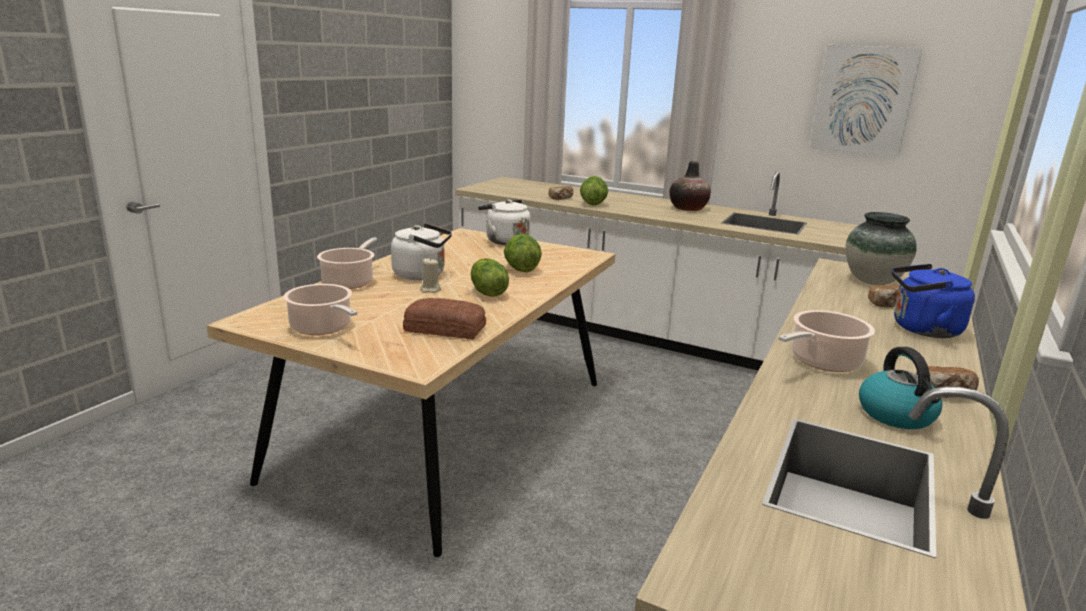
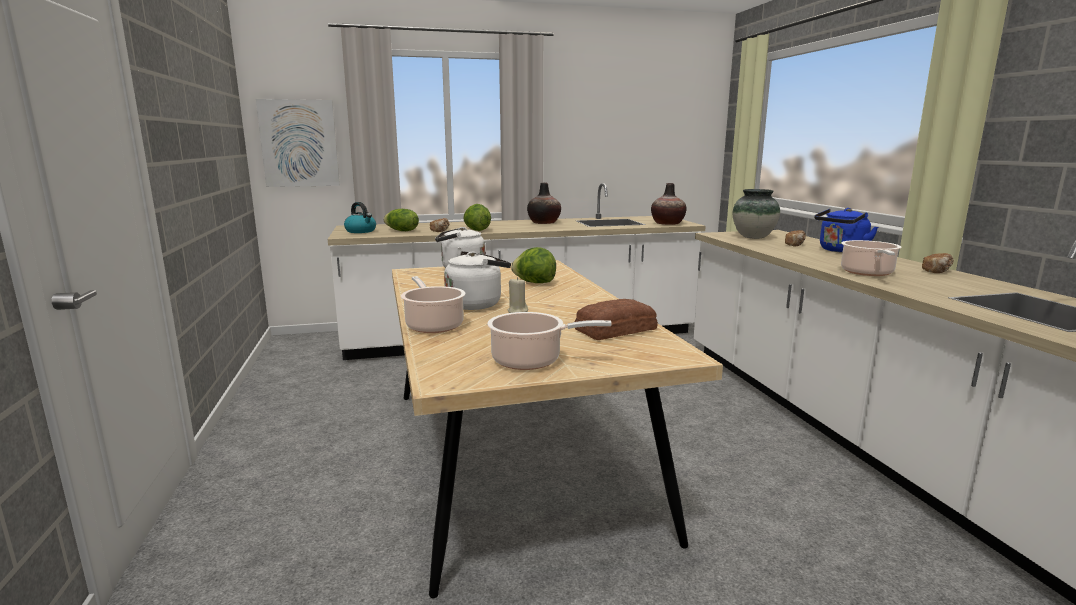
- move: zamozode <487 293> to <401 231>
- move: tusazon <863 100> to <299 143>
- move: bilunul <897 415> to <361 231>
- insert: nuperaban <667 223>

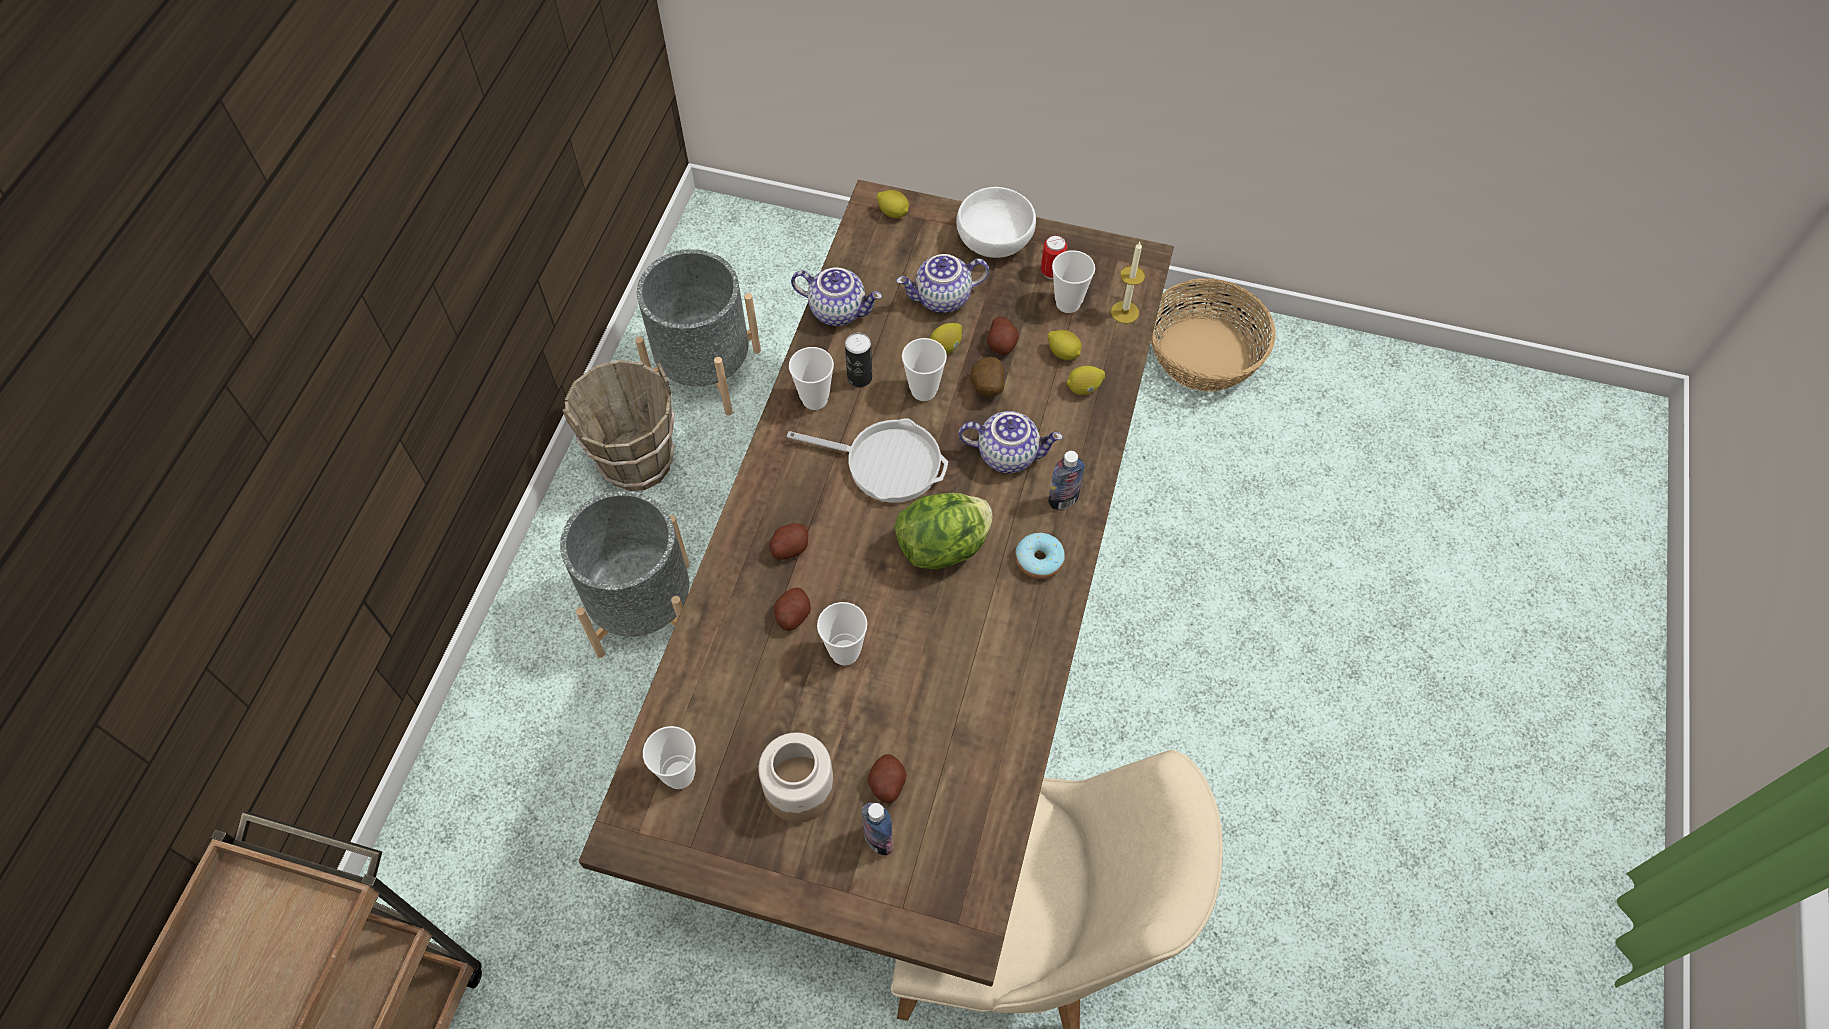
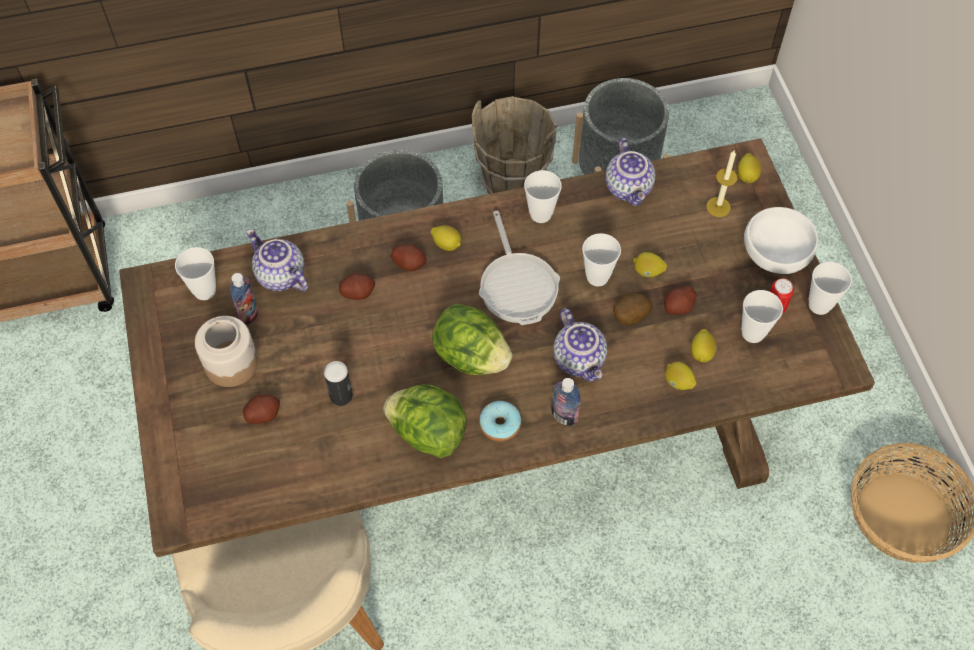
- move: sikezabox <845 652> to <819 305>
- move: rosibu <859 377> to <341 396>
- move: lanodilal <878 840> to <249 314>
- move: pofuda <942 299> to <279 276>
- move: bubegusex <1124 312> to <718 207>
- insert: zamozode <427 432>
- insert: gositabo <447 244>

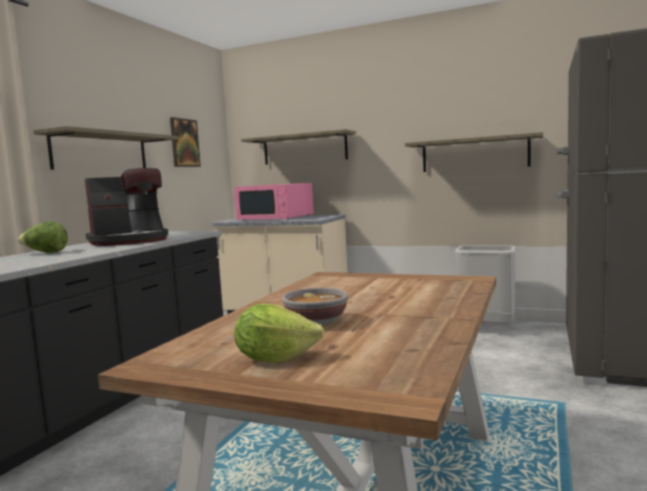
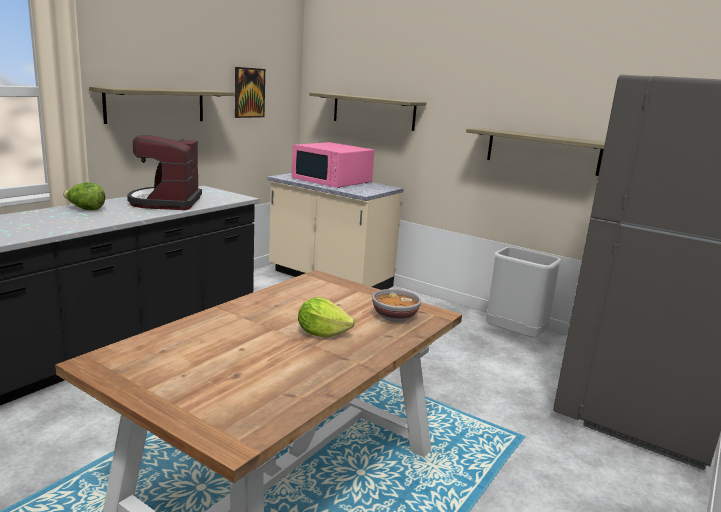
- rotate: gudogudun <130 241> = <166 202> 105 degrees clockwise
- move: zamozode <275 358> to <322 333>
- move: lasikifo <316 322> to <394 317>

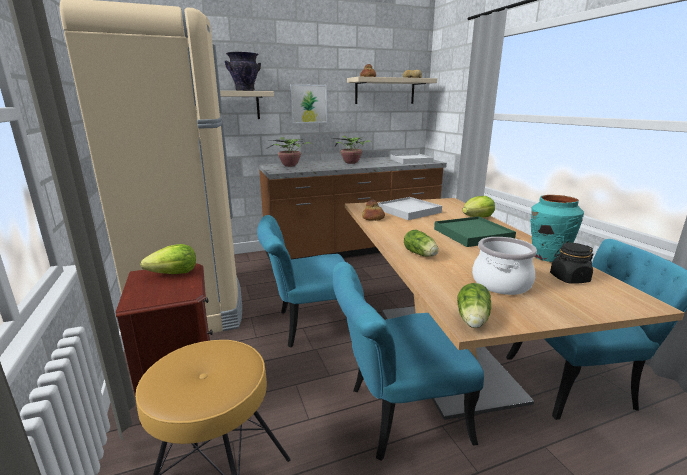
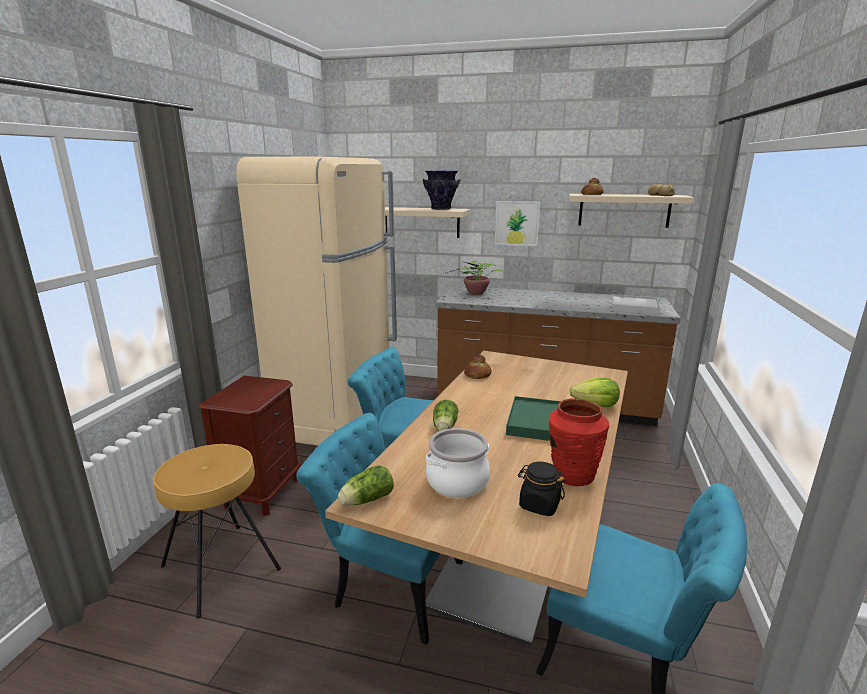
- delete: zamozode <174 273>
- delete: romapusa <350 163>
- delete: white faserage <408 211>
- recolor: turquoise nuperaban <548 257> to red nuperaban <573 475>

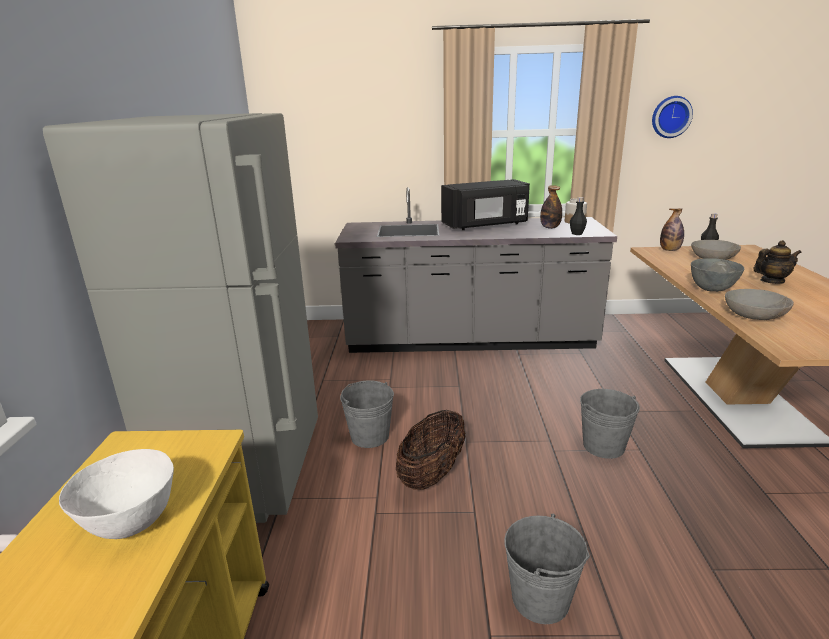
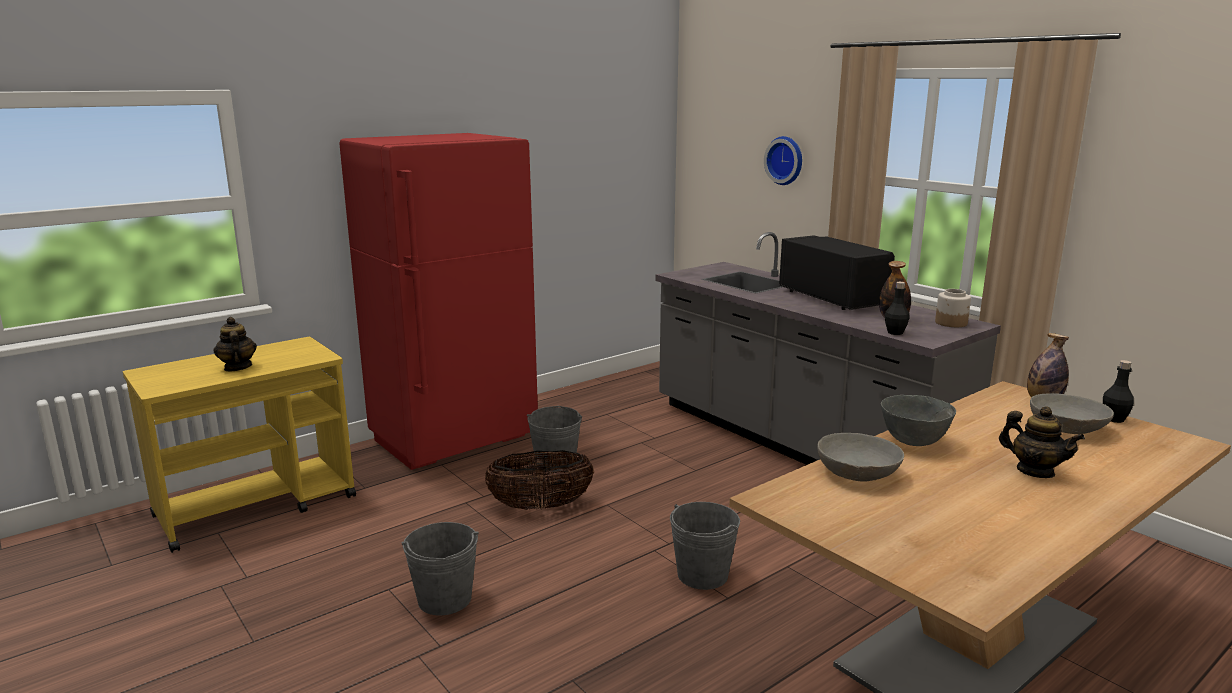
- recolor: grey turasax <248 471> to red turasax <455 441>
- replace: white lasikifo <132 523> to pofuda <237 367>
- rotate: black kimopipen <485 225> = <833 298> 150 degrees counterclockwise
- move: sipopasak <670 117> to <786 160>

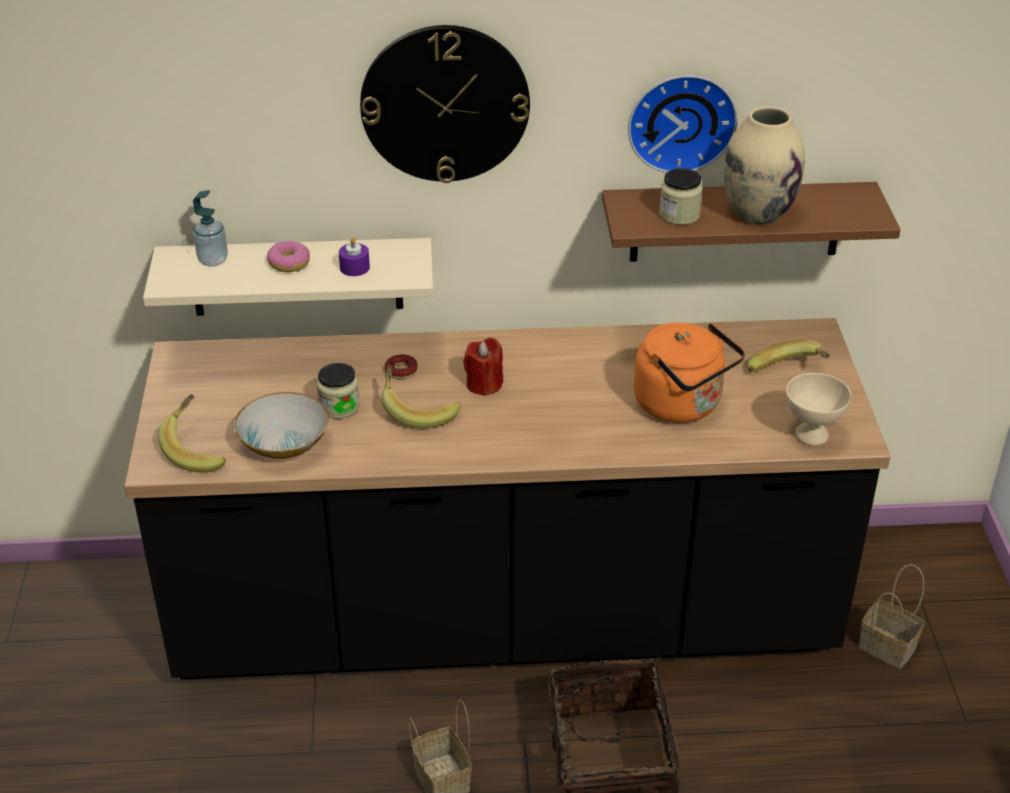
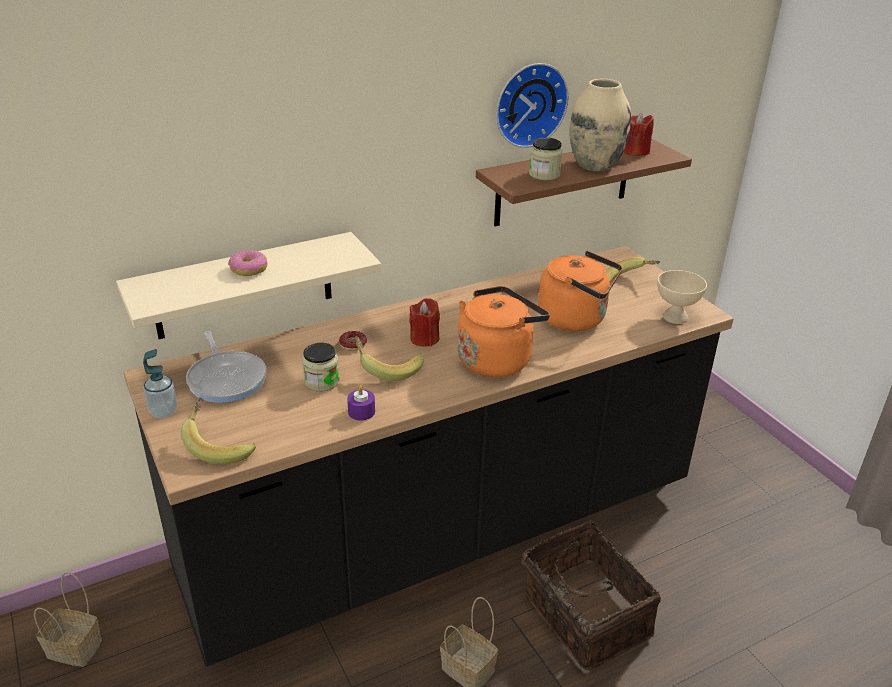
- move: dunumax <213 260> to <164 412>
- delete: lasikifo <283 443>
- move: purple bubegusex <354 267> to <361 411>
- delete: sipopasak <445 104>
- move: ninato <889 647> to <76 648>
- insert: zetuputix <227 378>
- insert: orange bilunul <497 359>
- insert: red bubegusex <635 152>

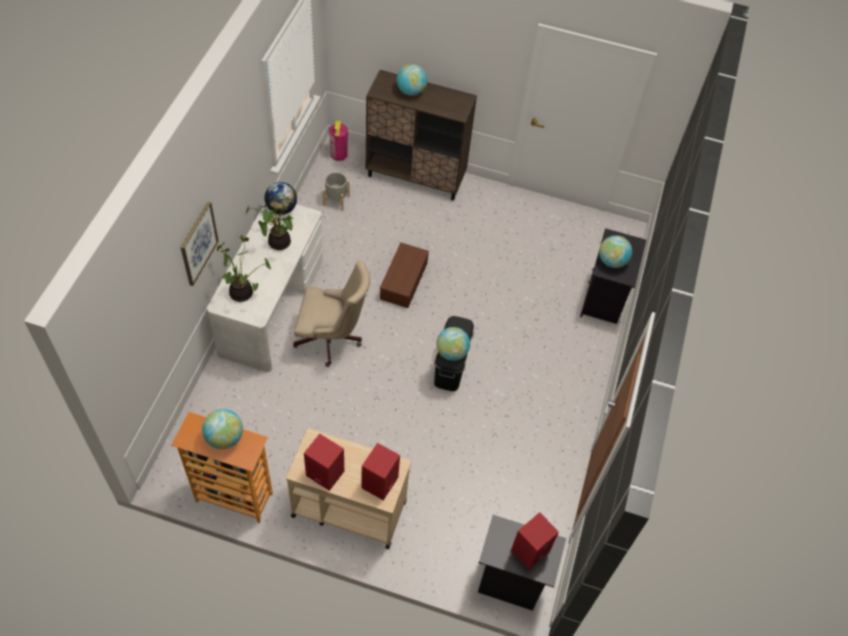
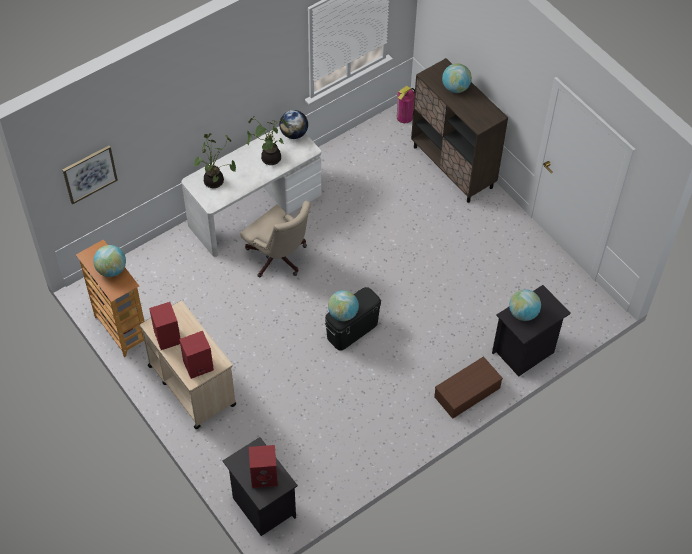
- move: tusazon <198 243> to <89 174>
- delete: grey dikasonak <336 200>
- move: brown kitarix <404 282> to <466 393>

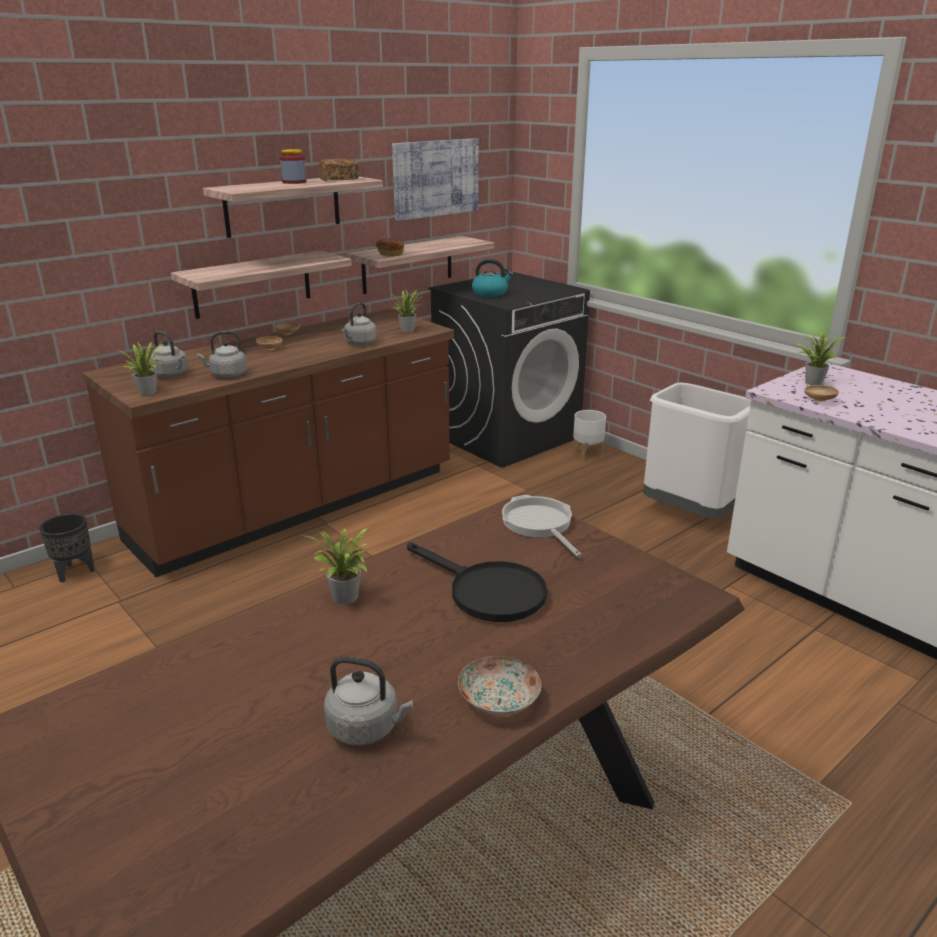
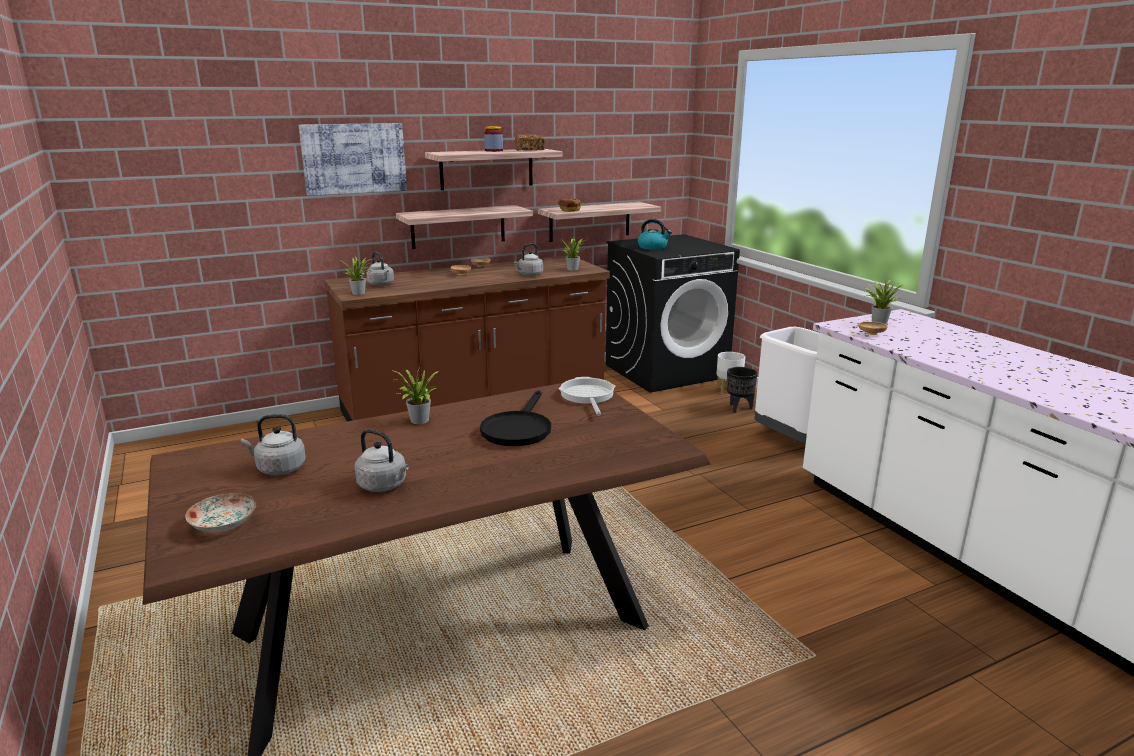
- move: black dikasonak <75 572> to <739 408>
- move: grey bilunul <227 375> to <278 469>
- move: tusazon <435 178> to <354 158>
- rotate: black zetuputix <486 592> = <518 428> 45 degrees clockwise
- move: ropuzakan <500 699> to <224 524>

